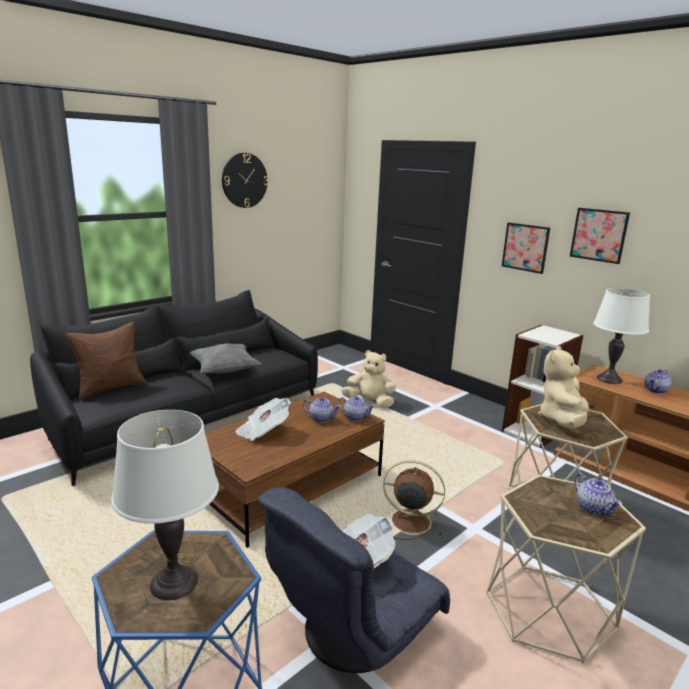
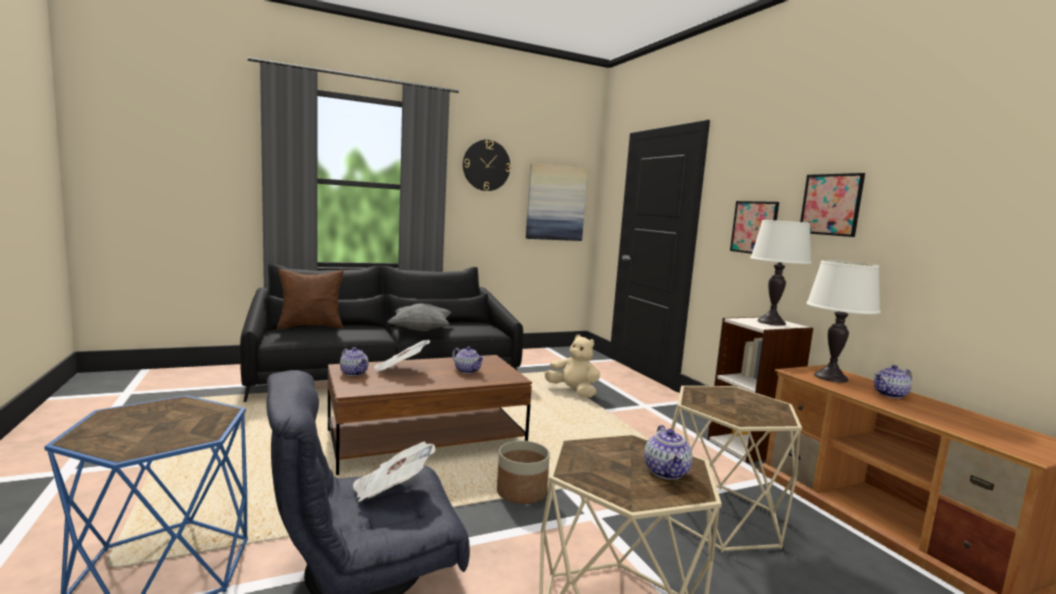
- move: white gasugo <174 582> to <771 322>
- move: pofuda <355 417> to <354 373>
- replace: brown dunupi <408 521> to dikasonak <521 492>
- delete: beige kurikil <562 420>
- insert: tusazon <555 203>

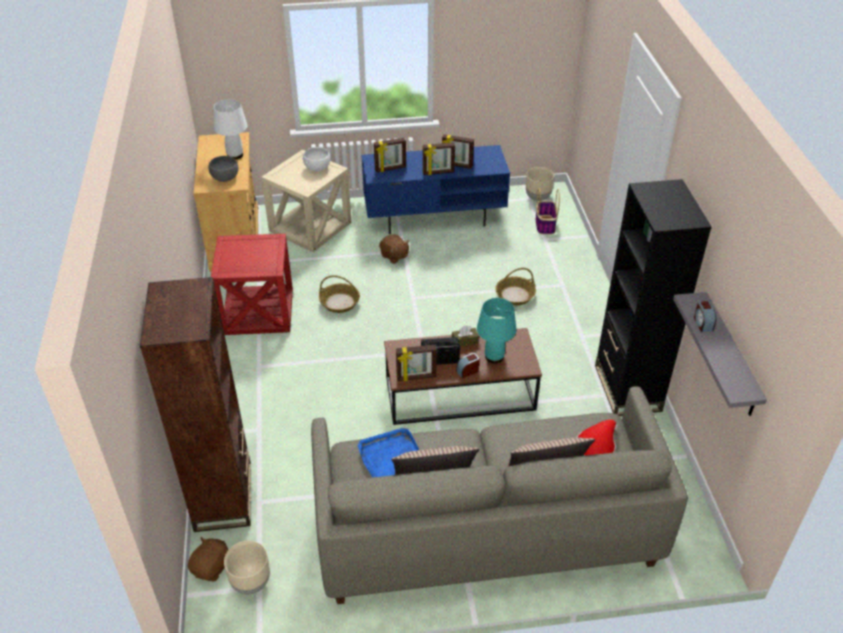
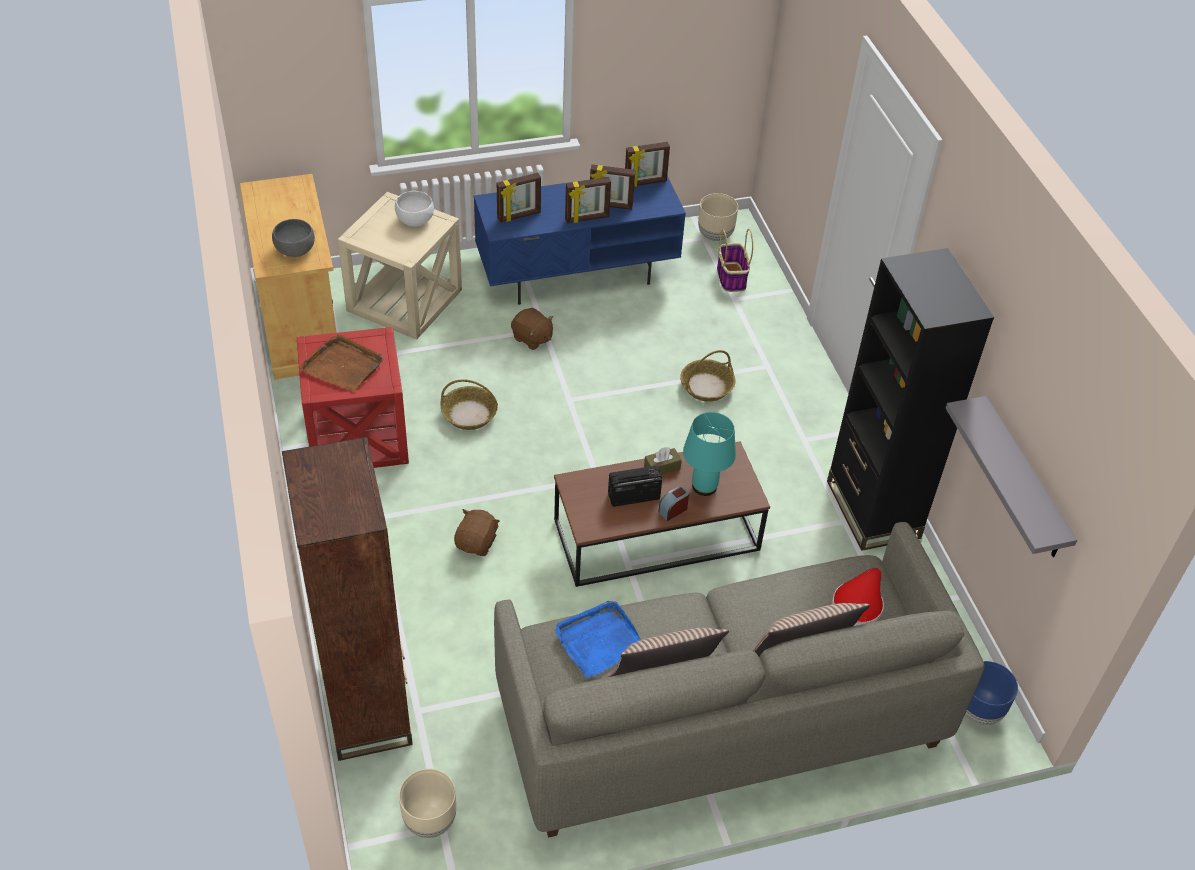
- move: brown kurikil <212 567> to <477 543>
- delete: white gasugo <234 155>
- move: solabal <416 377> to <645 183>
- delete: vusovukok <702 323>
- insert: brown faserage <343 366>
- insert: blue dikasonak <979 710>

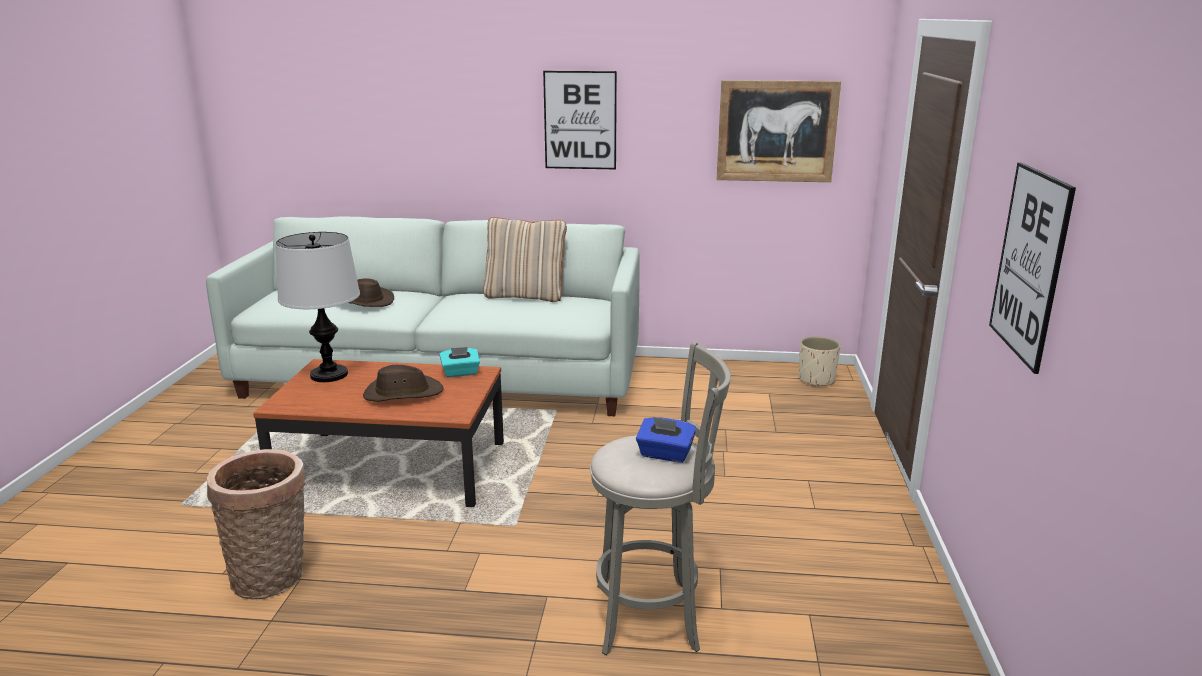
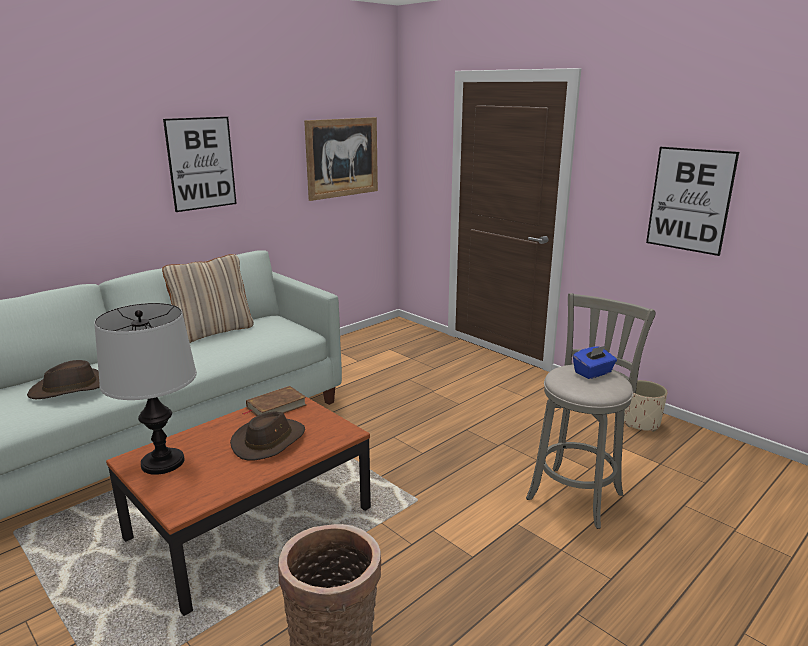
- replace: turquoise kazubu <460 373> to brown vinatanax <276 406>
- move: beige dikasonak <817 380> to <641 423>

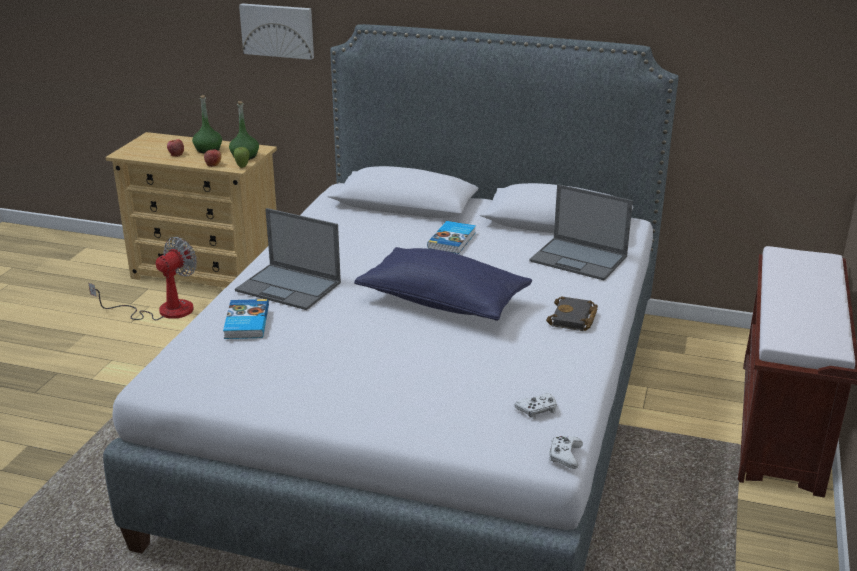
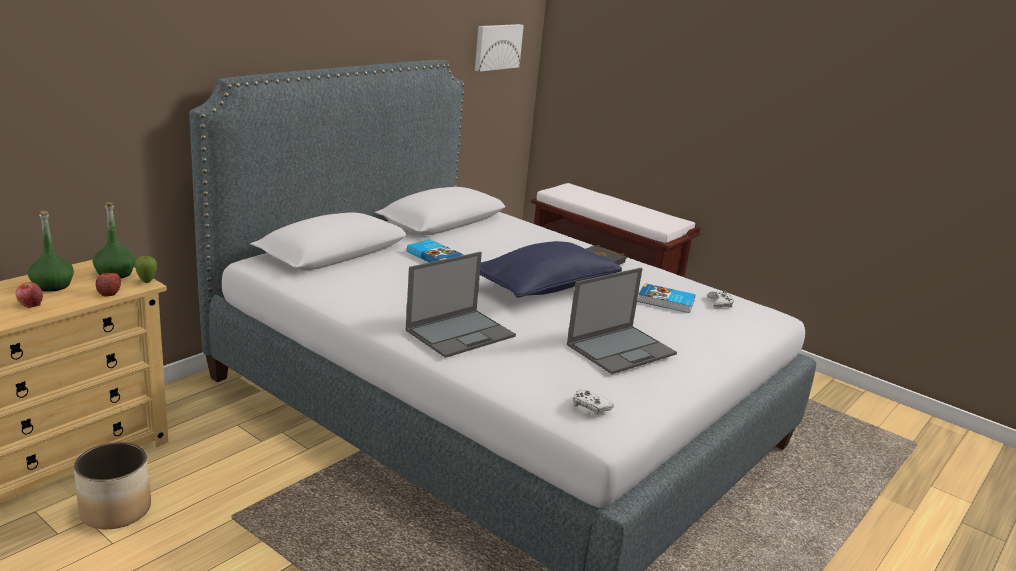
- replace: dunupi <163 310> to dikasonak <115 511>
- move: vinatanax <245 322> to <666 301>
- move: tusazon <278 30> to <497 46>
- move: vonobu <579 259> to <622 349>
- move: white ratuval <564 455> to <590 407>

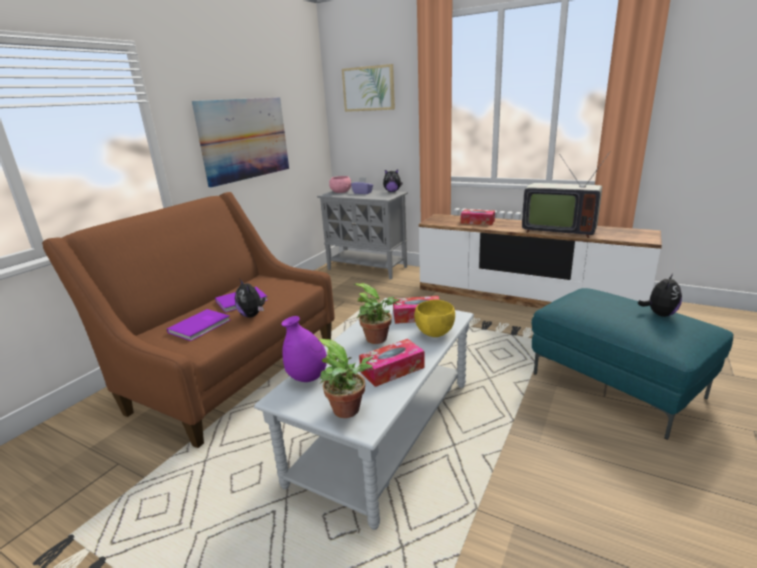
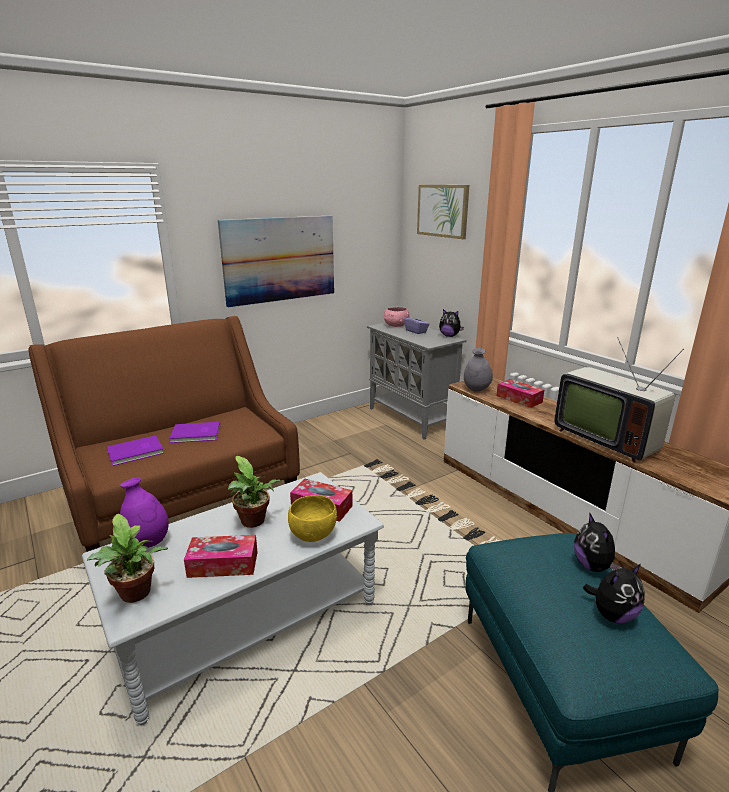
- move: kurikil <252 315> to <593 566>
- insert: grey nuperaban <476 390>

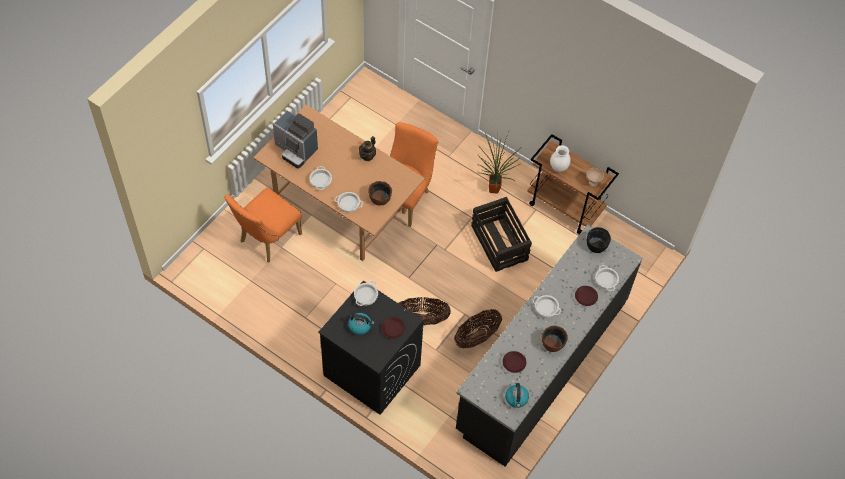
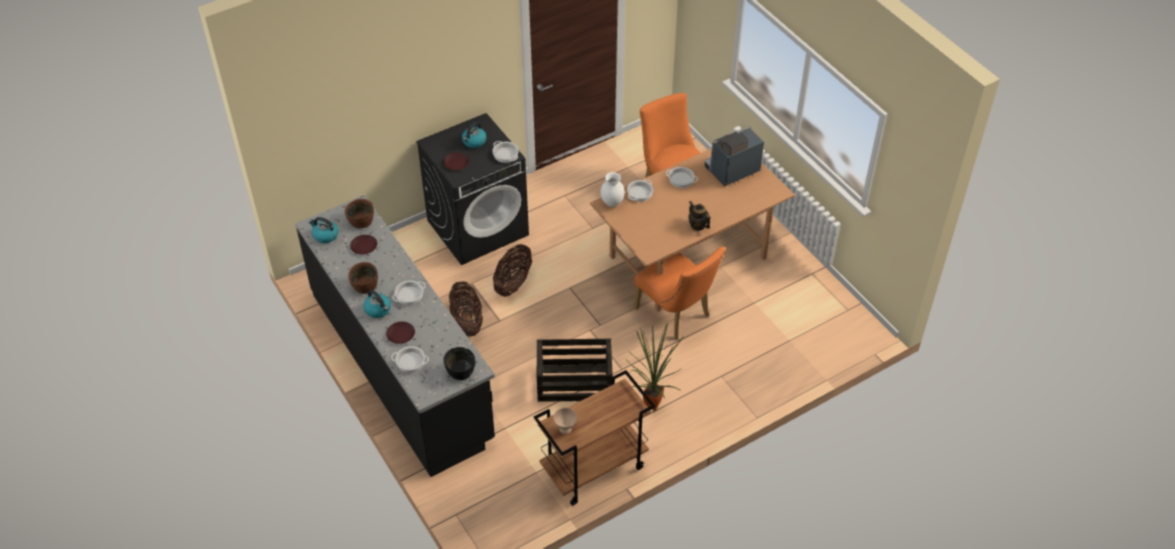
- move: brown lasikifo <380 198> to <360 221>
- move: white nuperaban <558 167> to <612 203>
- insert: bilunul <378 310>

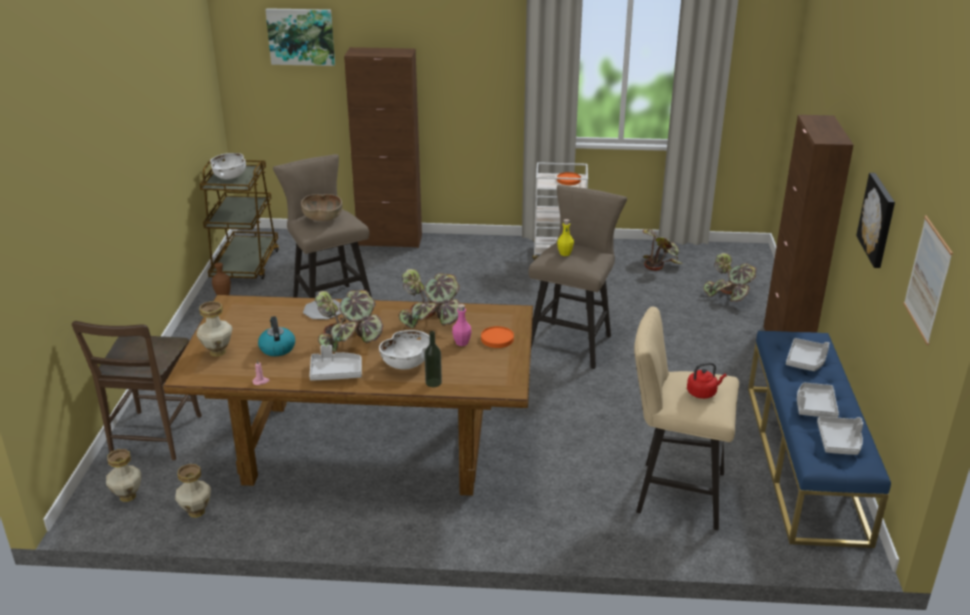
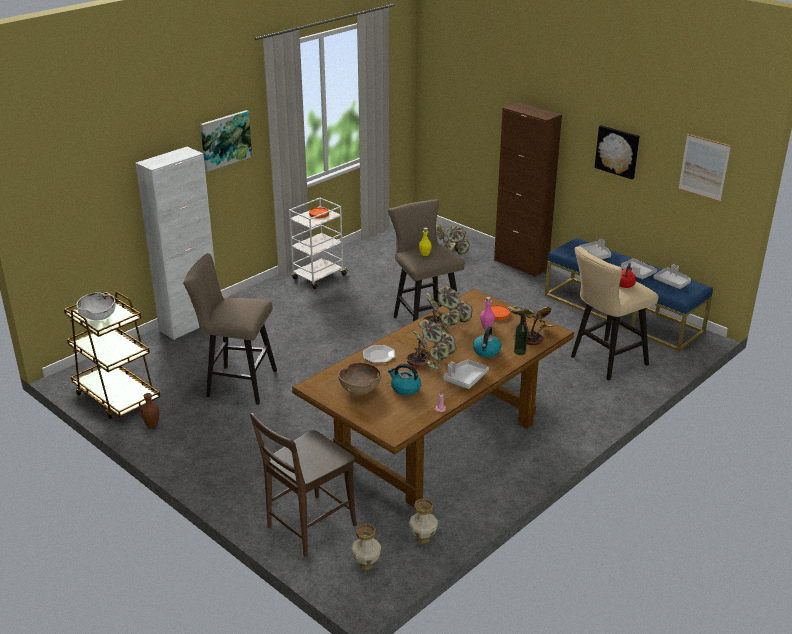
- rotate: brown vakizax <154 438> = <307 528> 90 degrees clockwise
- delete: nuperaban <217 351>
- move: tusazon <301 36> to <225 140>
- move: brown lasikifo <323 218> to <359 389>
- recolor: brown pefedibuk <390 241> to white pefedibuk <190 324>
- replace: white lasikifo <407 363> to bilunul <486 351>
- move: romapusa <660 261> to <527 333>

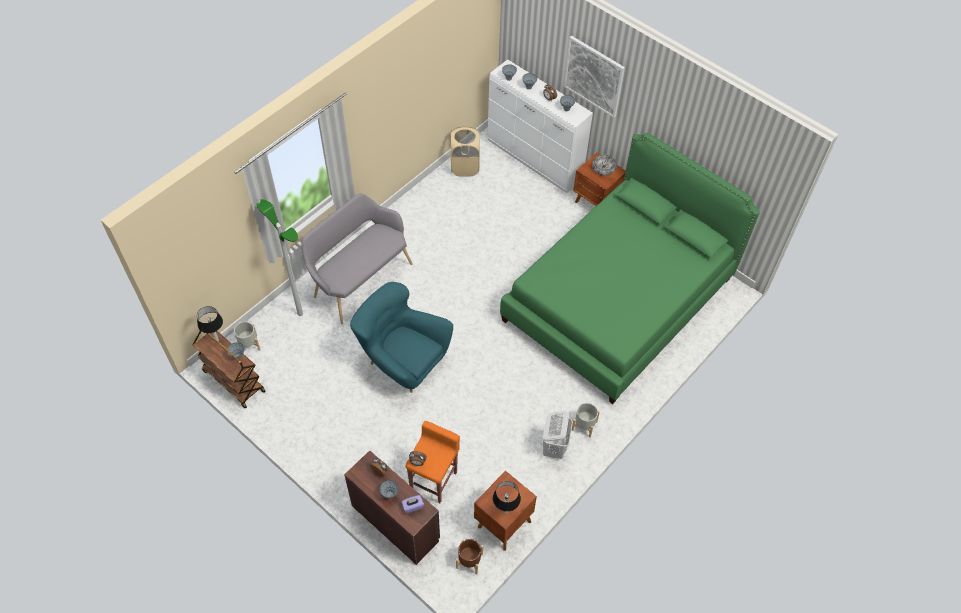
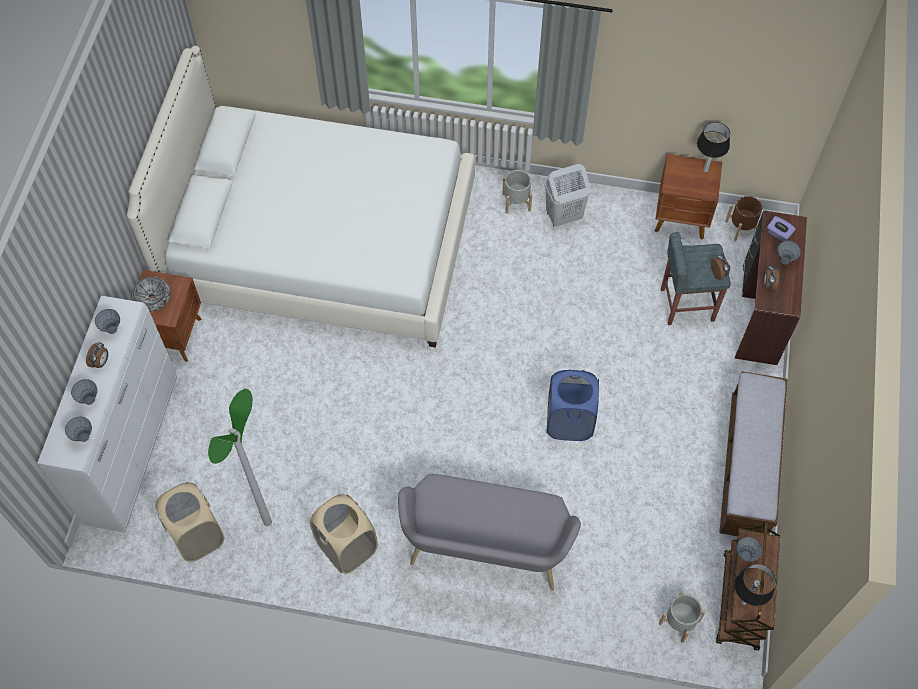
- move: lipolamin <300 314> to <268 522>
- replace: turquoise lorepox <403 361> to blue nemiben <569 422>
- recolor: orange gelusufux <434 480> to grey gelusufux <686 304>
- recolor: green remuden <618 299> to white remuden <321 244>
- delete: tusazon <594 76>
- insert: beige nemiben <347 547>
- insert: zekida <747 467>

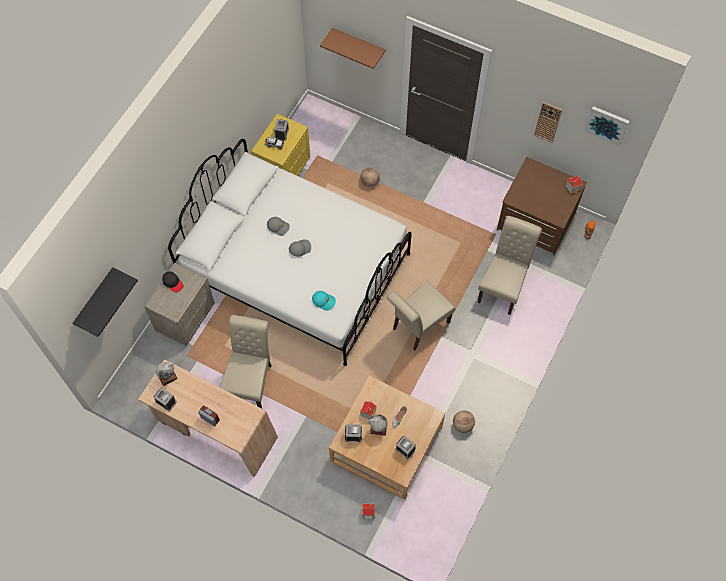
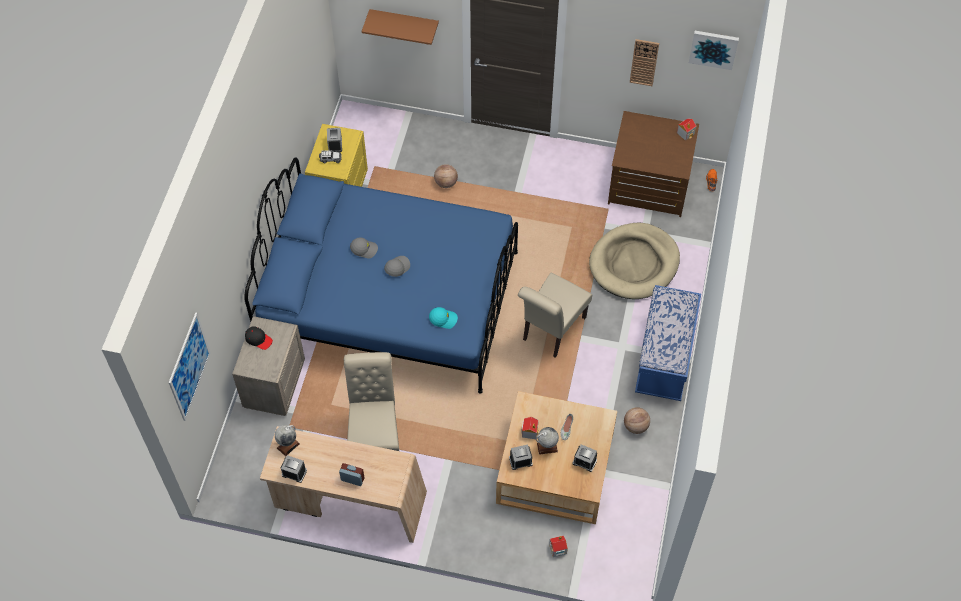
- replace: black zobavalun <95 300> to tusazon <189 366>
- recolor: white remuden <296 269> to blue remuden <390 299>
- replace: beige vakizax <503 286> to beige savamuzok <634 263>
- insert: blue zekida <664 358>

